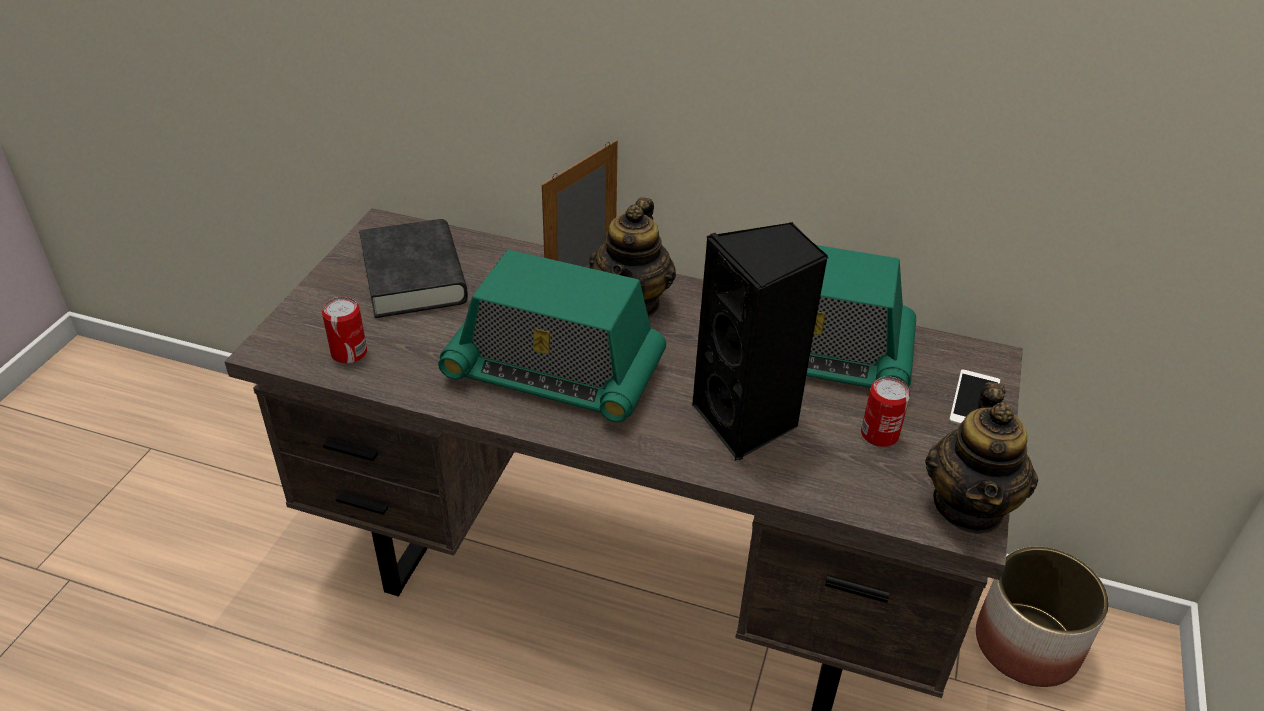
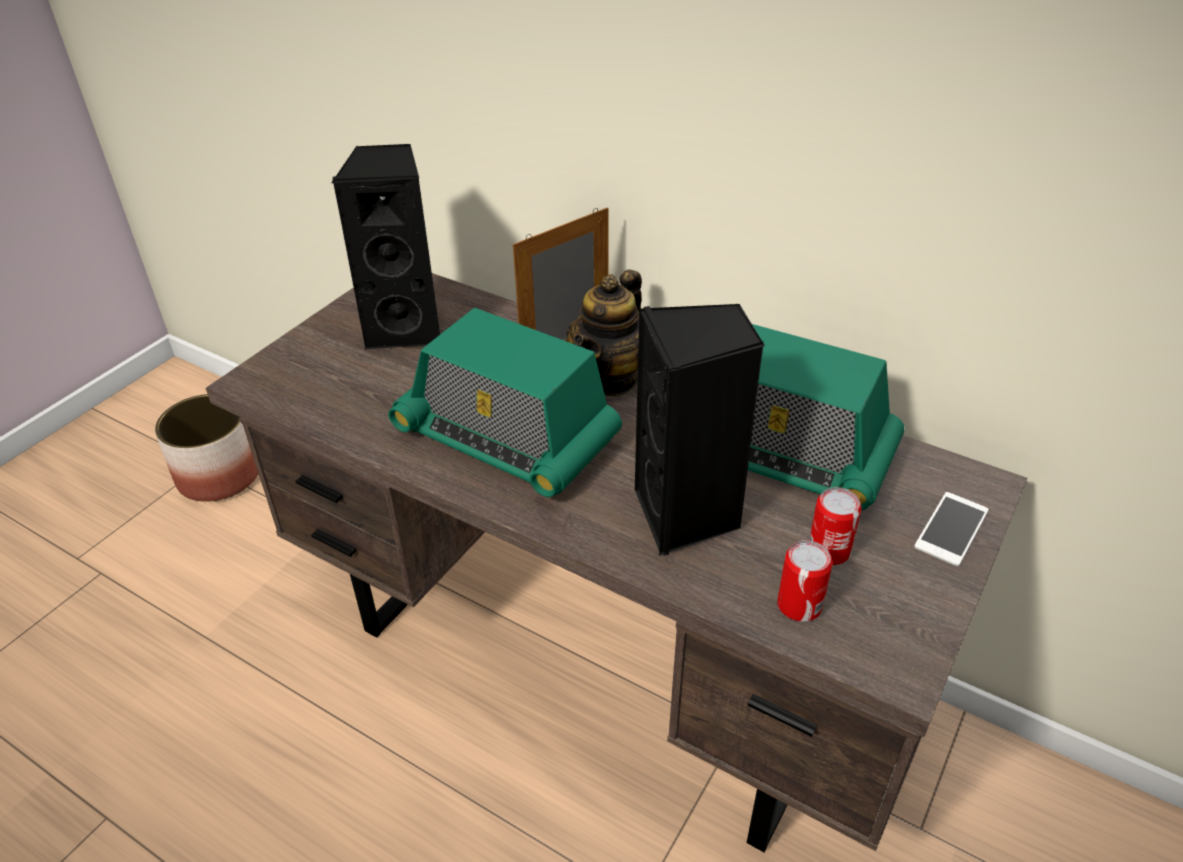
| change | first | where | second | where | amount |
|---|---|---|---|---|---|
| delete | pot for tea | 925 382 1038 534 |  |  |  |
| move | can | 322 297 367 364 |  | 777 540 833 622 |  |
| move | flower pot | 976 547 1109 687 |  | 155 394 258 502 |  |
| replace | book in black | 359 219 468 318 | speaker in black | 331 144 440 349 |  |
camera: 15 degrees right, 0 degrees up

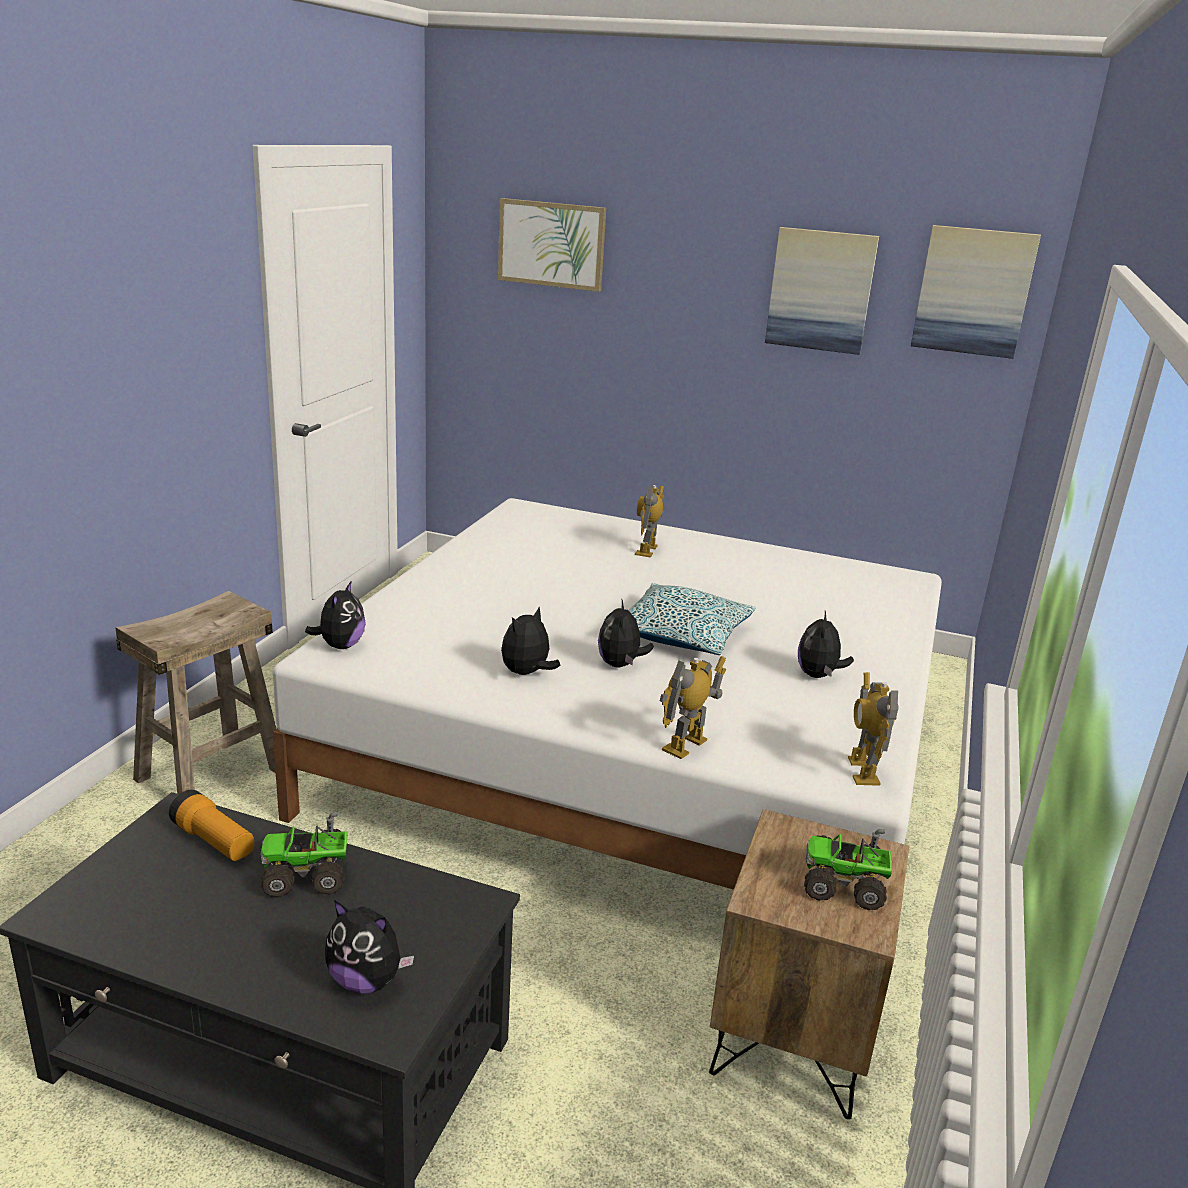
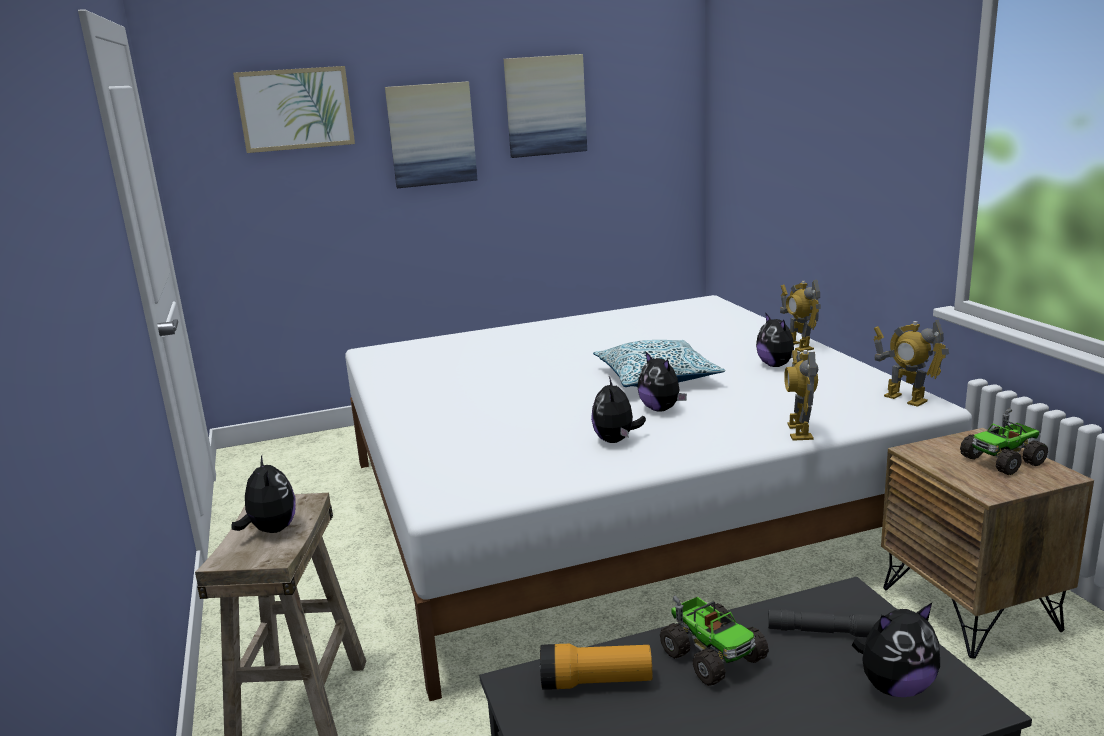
| change | first | where | second | where | amount |
|---|---|---|---|---|---|
| insert |  |  | hand torch in greyish | 768 609 885 637 |  |
| move | cuddly toy | 305 580 365 649 |  | 231 455 296 533 |  |
| move | toy robot | 635 485 664 558 |  | 780 280 821 352 |  |
| move | wall picture | 911 225 1041 359 |  | 385 81 477 188 |  |
| rotate | toy lorry | 260 812 347 898 |  | 660 596 769 686 | 75 degrees counterclockwise |
camera: 35 degrees left, 5 degrees down

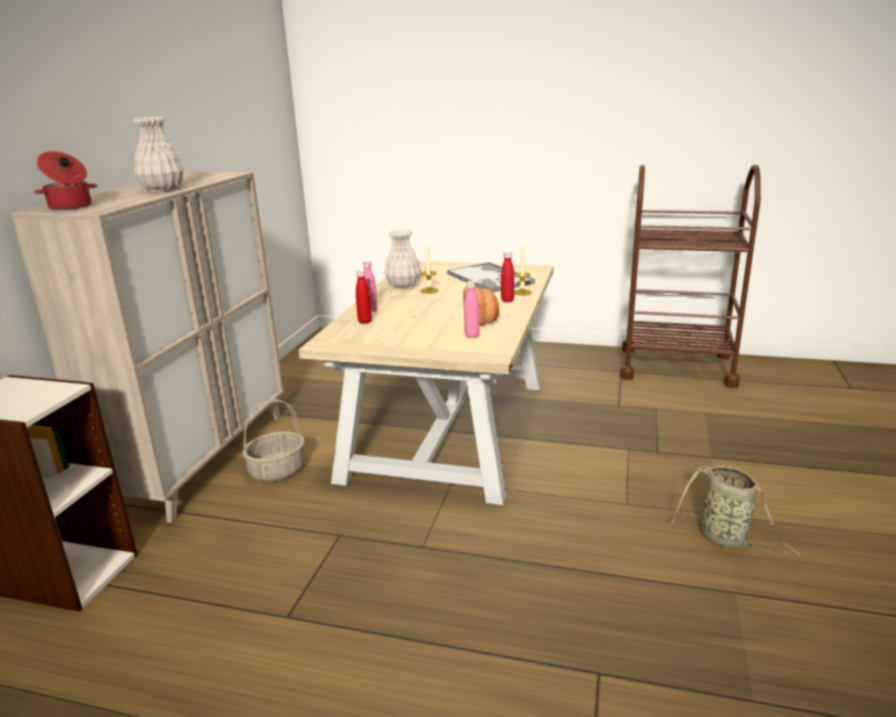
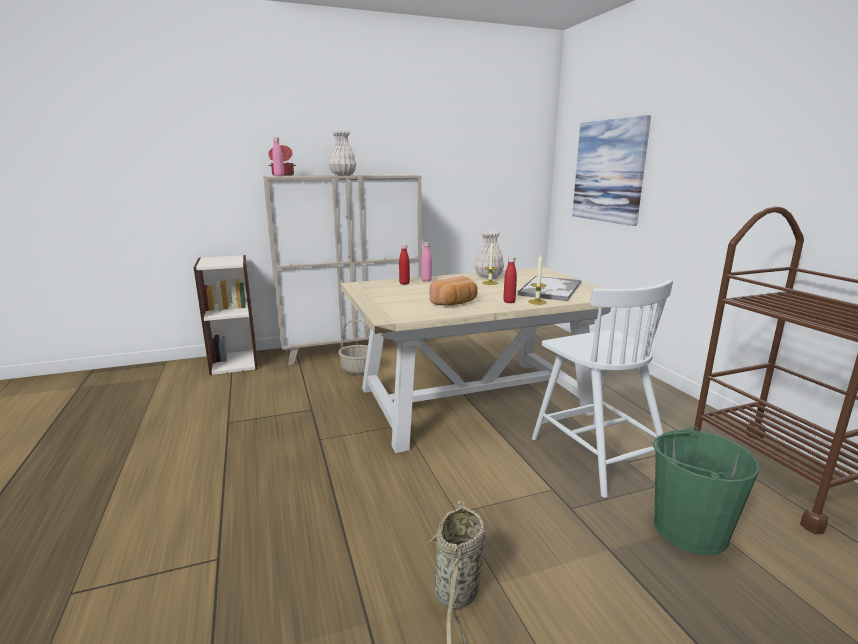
| change | first | where | second | where | amount |
|---|---|---|---|---|---|
| insert |  |  | upright chair in white | 532 279 673 498 |  |
| insert |  |  | wall picture | 572 115 651 226 |  |
| insert |  |  | water bucket in green-coloured | 653 426 760 556 |  |
| move | bottle in pinkish | 464 281 480 338 |  | 272 137 284 176 |  |
camera: 55 degrees right, 5 degrees down

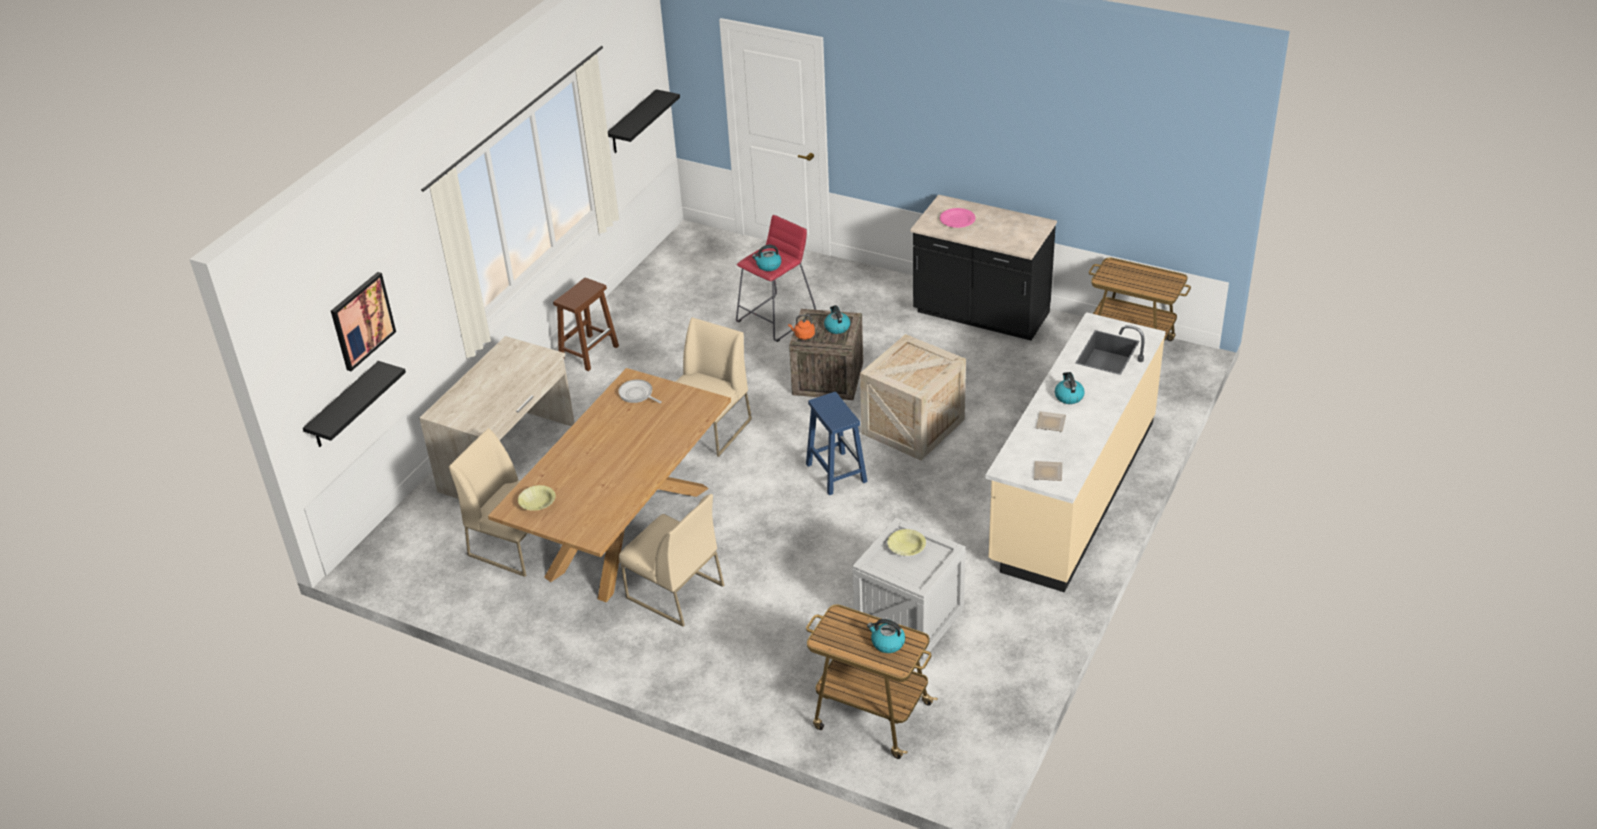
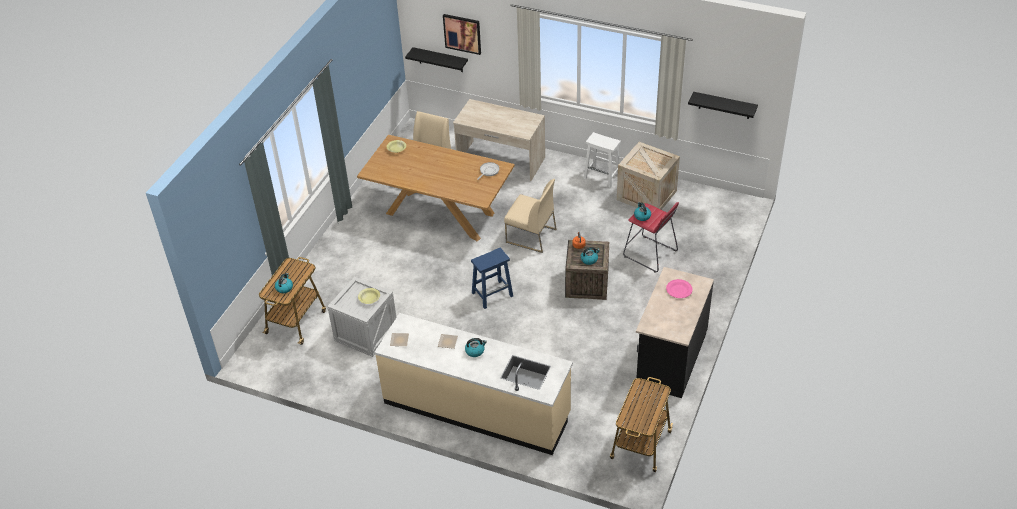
| change | first | where | second | where | amount |
|---|---|---|---|---|---|
| delete | upright chair in sand-coloured | 619 494 724 627 |  |  |  |
| move | packing crate | 860 334 966 460 |  | 617 142 680 210 |  |
| recolor | stool in brown | 553 278 619 371 | stool in white | 583 132 621 188 |  |
camera: 85 degrees right, 5 degrees up

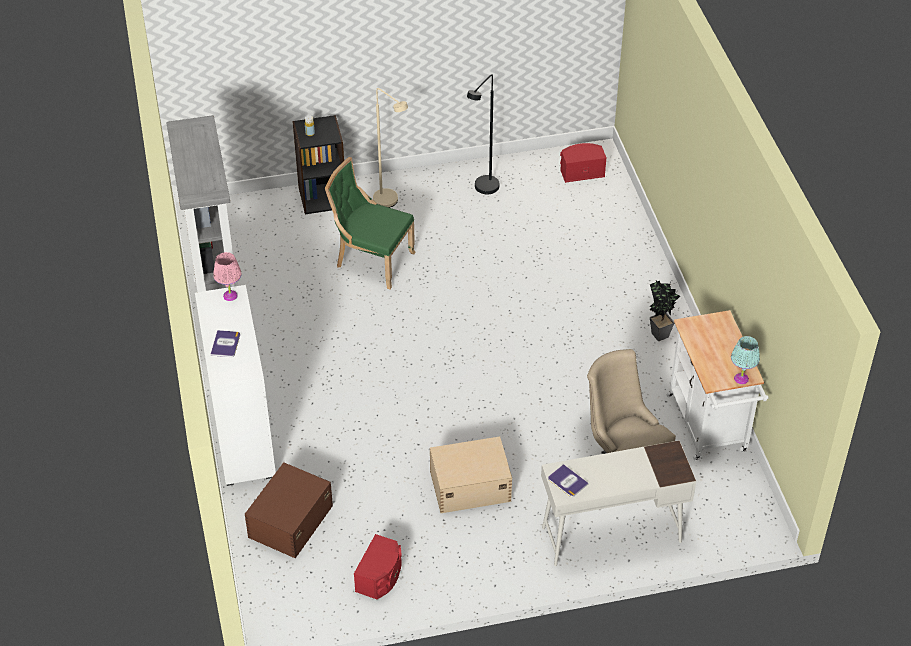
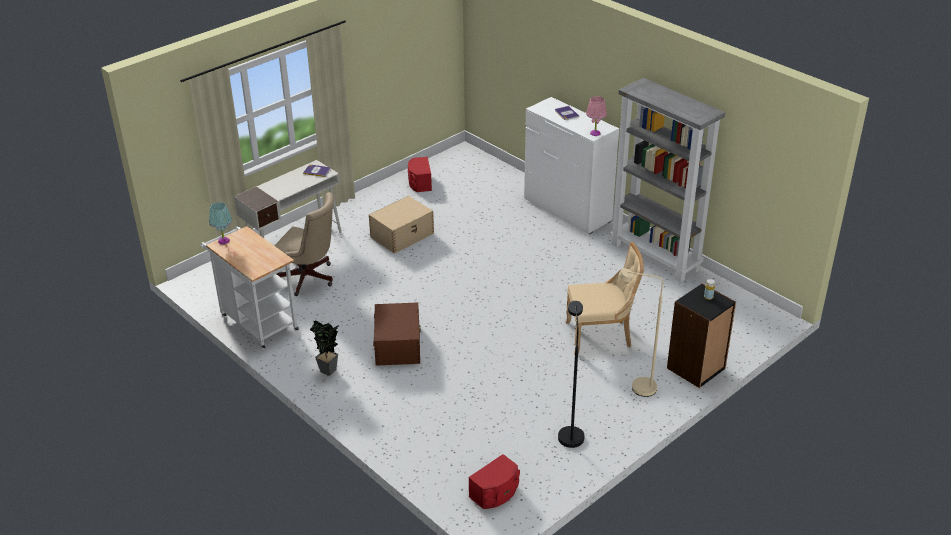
| change | first | where | second | where | amount |
|---|---|---|---|---|---|
| move | storage bin in brown | 245 462 333 558 |  | 373 302 421 366 |  |
| recolor | upright chair in green-coloured | 325 157 416 289 | upright chair in sand-coloured | 566 242 644 355 |  |
camera: 150 degrees right, 10 degrees down

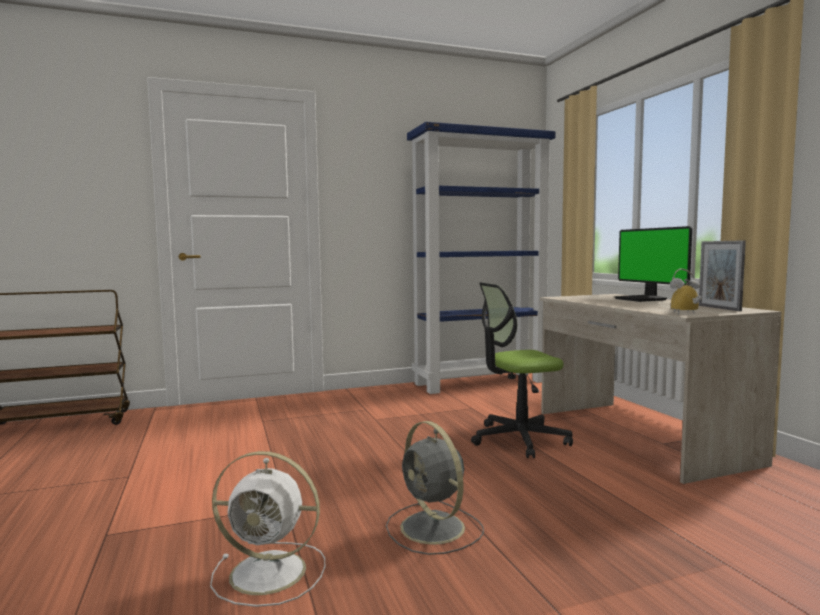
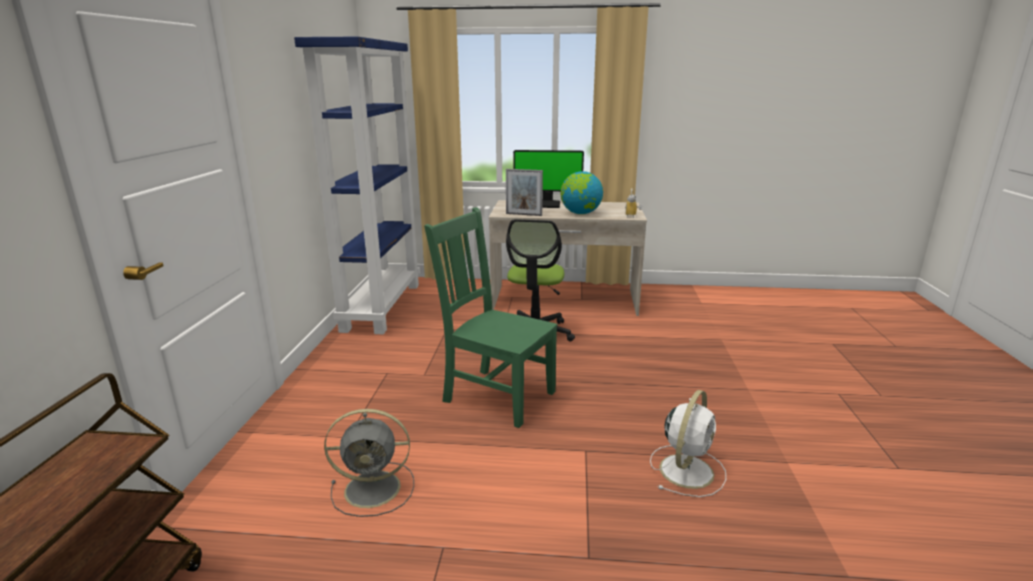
| change | first | where | second | where | amount |
|---|---|---|---|---|---|
| insert |  |  | upright chair in green-coloured | 424 207 558 428 |  |
| insert |  |  | globe | 560 171 603 214 |  |
| move | cooling fan in greyish | 386 421 484 555 |  | 324 409 414 517 |  |
| move | photo frame | 699 240 746 311 |  | 506 169 543 216 |  |
camera: 65 degrees left, 15 degrees up

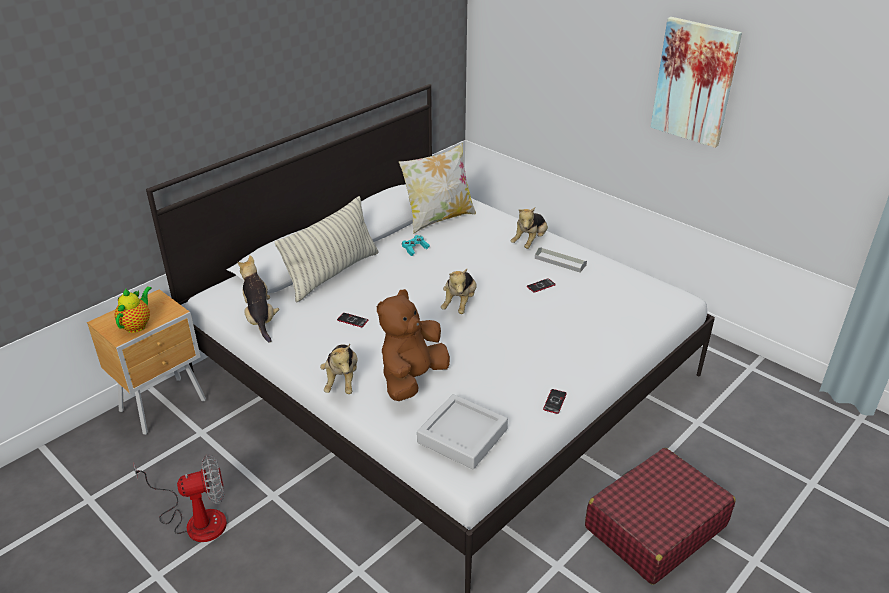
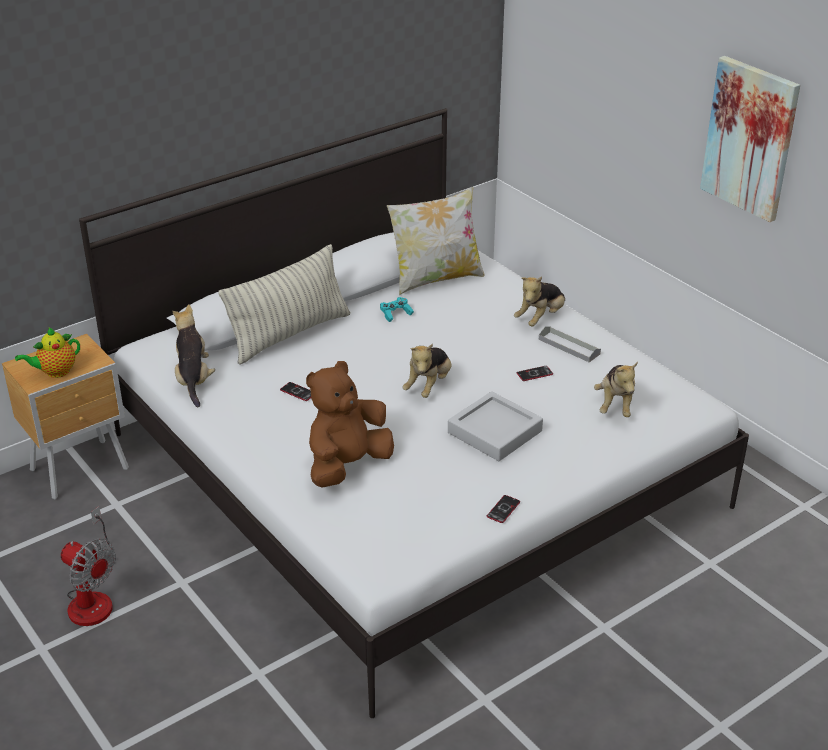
| change | first | where | second | where | amount |
|---|---|---|---|---|---|
| delete | travel case in red-coloured | 585 448 736 585 |  |  |  |
| move | cuddly toy | 320 344 358 394 |  | 594 362 638 417 |  |
| move | serving tray in greyish | 417 394 508 469 |  | 448 391 543 461 |  |
| rotate | pot for tea | 115 286 152 333 |  | 15 327 80 378 | 150 degrees counterclockwise |
| rotate | cooling fan | 134 455 227 542 |  | 61 506 116 626 | 45 degrees clockwise |
camera: 10 degrees right, 0 degrees up

